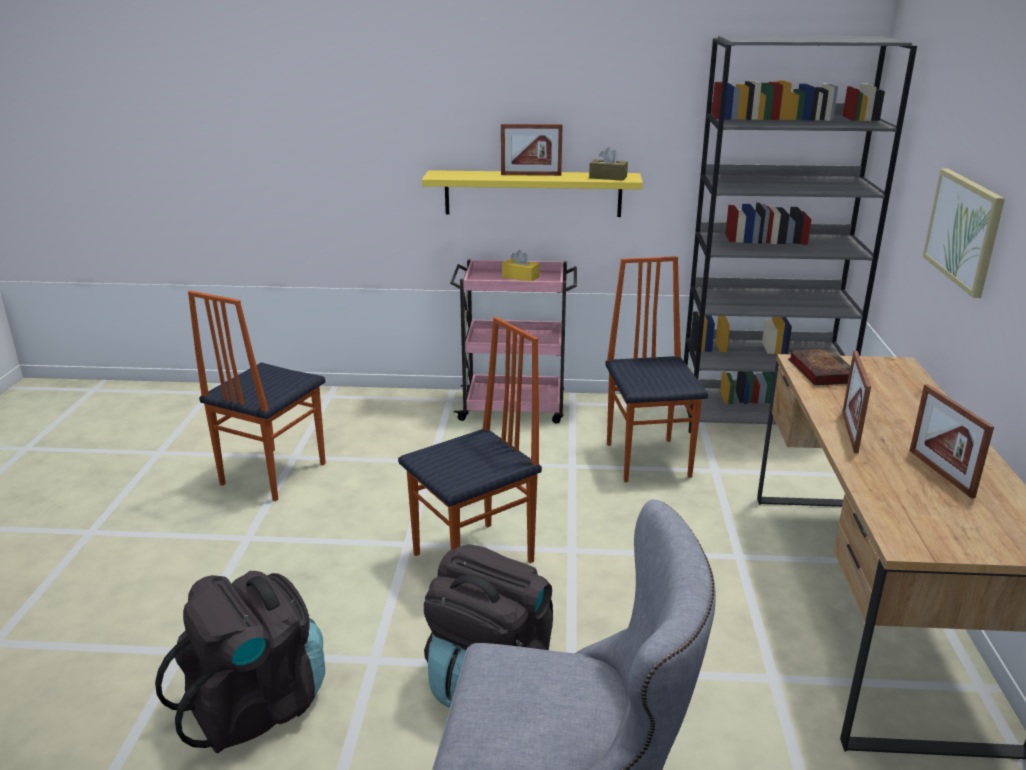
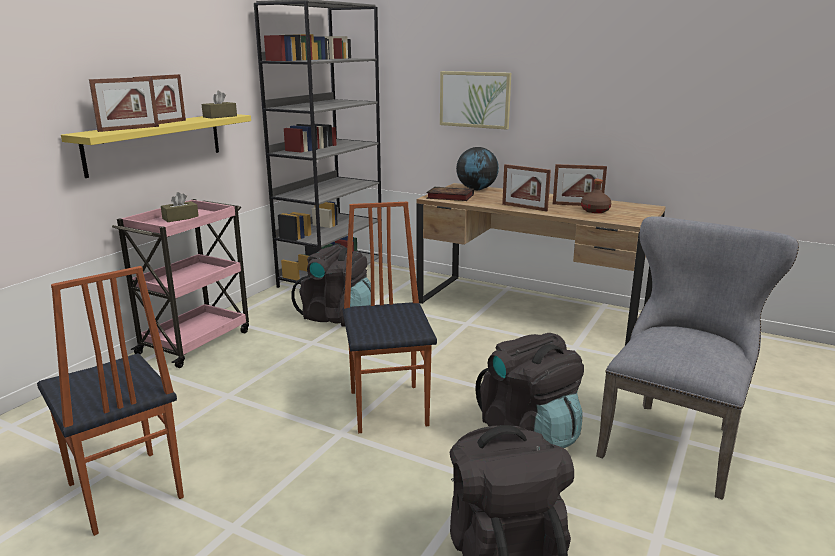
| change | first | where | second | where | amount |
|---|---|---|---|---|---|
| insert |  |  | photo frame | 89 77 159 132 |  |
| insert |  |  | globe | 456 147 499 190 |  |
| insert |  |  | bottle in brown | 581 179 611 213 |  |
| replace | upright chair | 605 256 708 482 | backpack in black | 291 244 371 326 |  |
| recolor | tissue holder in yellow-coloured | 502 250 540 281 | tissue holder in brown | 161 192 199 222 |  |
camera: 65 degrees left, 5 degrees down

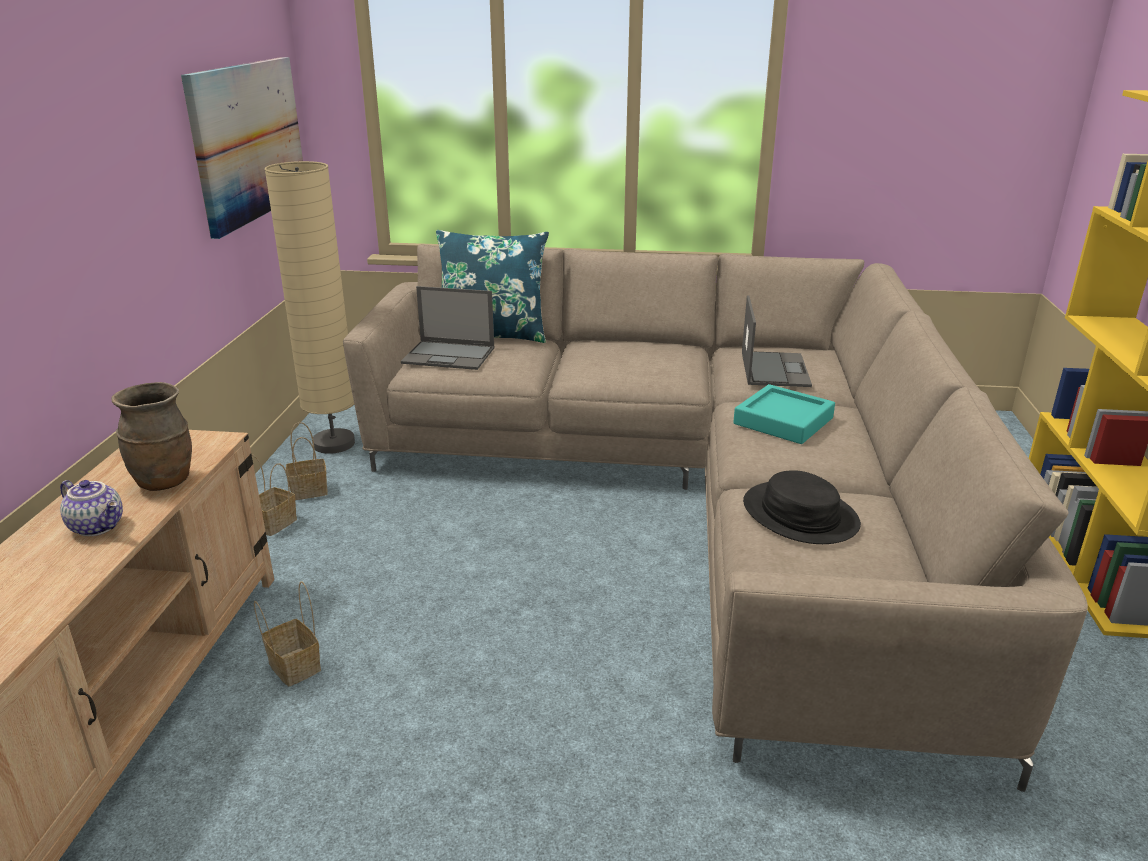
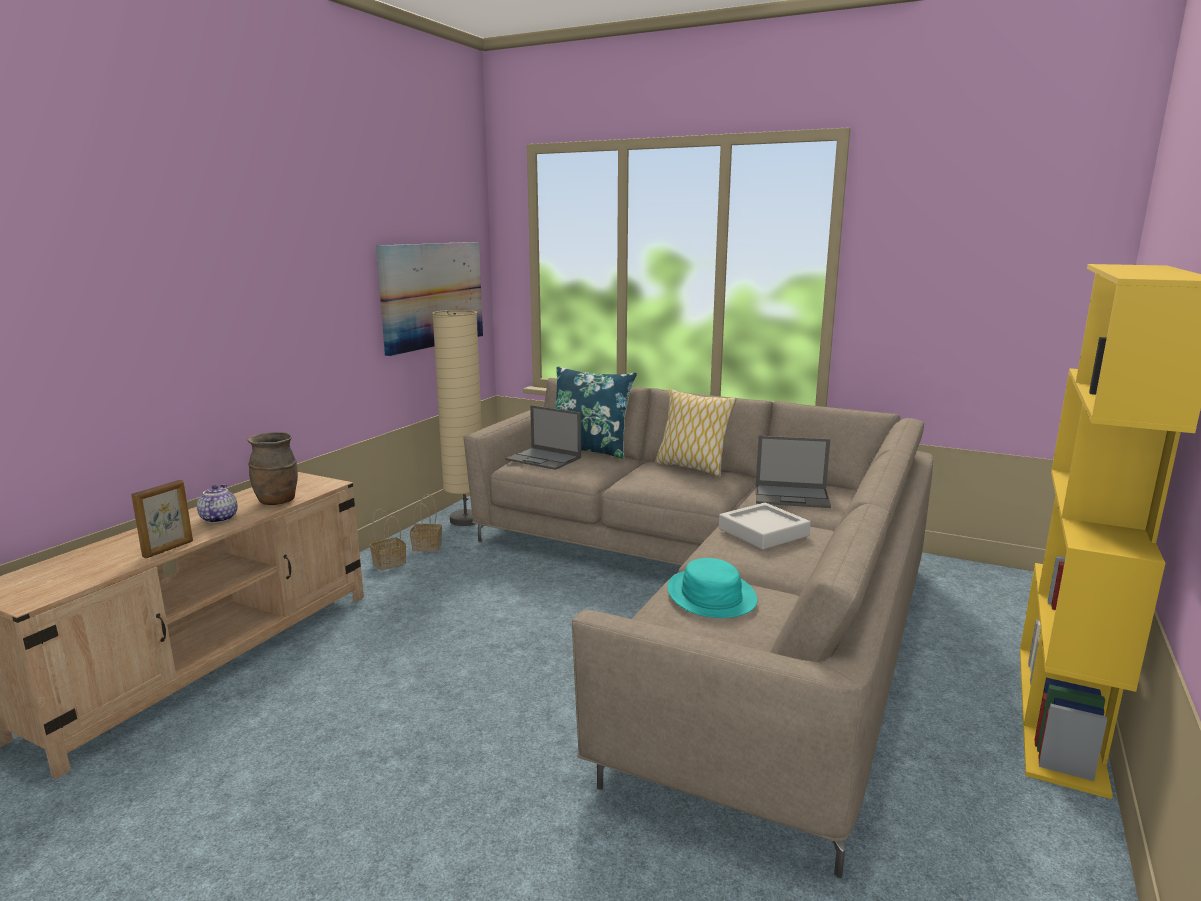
| change | first | where | second | where | amount |
|---|---|---|---|---|---|
| delete | storage basket | 254 581 321 686 |  |  |  |
| insert |  |  | photo frame | 131 480 193 558 |  |
| insert |  |  | throw pillow | 655 389 736 477 |  |
| recolor | serving tray in turquoise | 733 384 835 444 | serving tray in greyish | 719 503 811 550 |  |
| recolor | hat in black | 743 470 861 544 | hat in turquoise | 667 558 758 618 |  |
| rotate | pot for tea | 60 480 123 536 |  | 197 484 238 523 | 150 degrees counterclockwise |
| rotate | laptop | 742 295 812 387 |  | 756 436 831 508 | 75 degrees clockwise |
camera: 20 degrees right, 10 degrees down

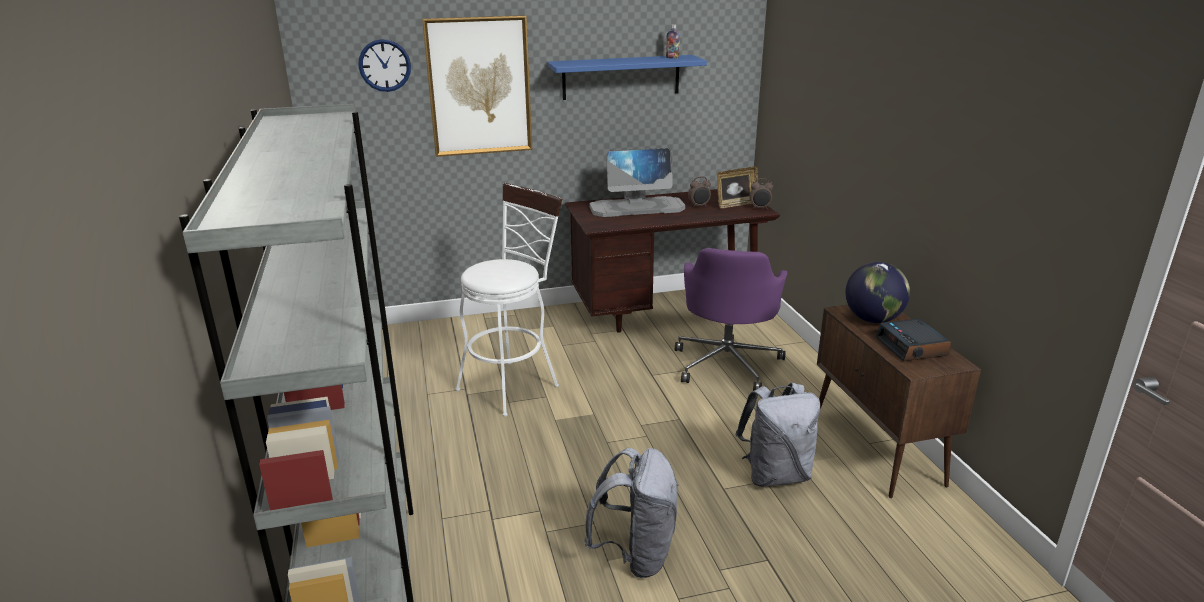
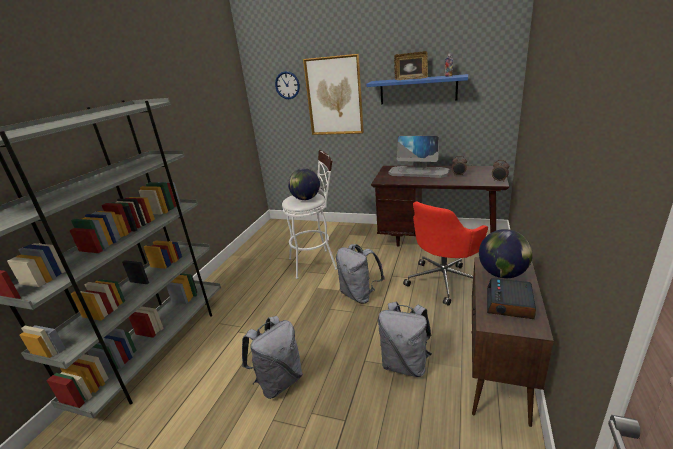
| change | first | where | second | where | amount |
|---|---|---|---|---|---|
| insert |  |  | globe | 288 168 320 200 |  |
| insert |  |  | backpack in greyish | 336 244 385 303 |  |
| move | photo frame | 717 166 758 208 |  | 394 51 428 80 |  |
| recolor | computer chair in purplish | 675 248 788 391 | computer chair in red-coloured | 403 202 488 306 |  |
camera: 35 degrees right, 0 degrees up

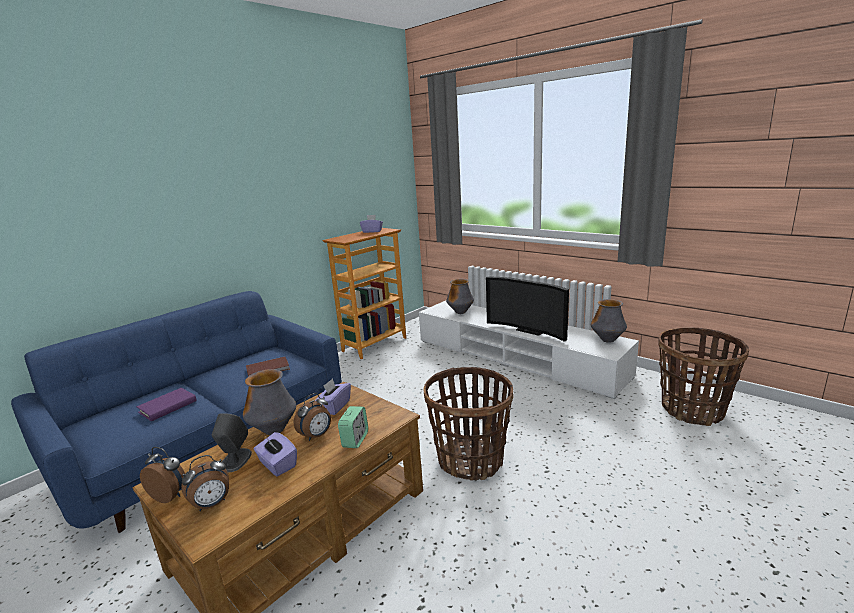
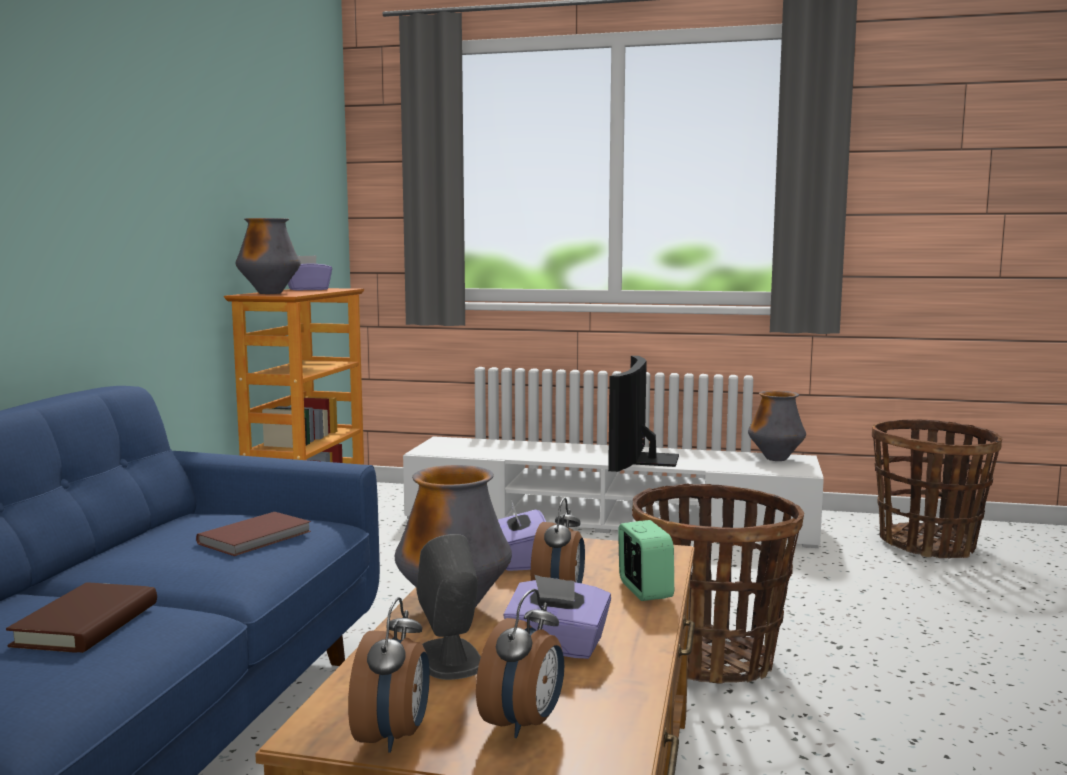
| change | first | where | second | where | amount |
|---|---|---|---|---|---|
| move | decorative vase | 446 279 474 314 |  | 236 218 301 294 |  |
| recolor | book in purplish | 137 388 197 421 | book in brown | 6 582 157 653 |  |
| rotate | alarm clock | 140 447 185 503 |  | 348 597 430 753 | 105 degrees clockwise |
| rotate | television | 486 276 569 342 |  | 608 356 679 472 | 90 degrees clockwise |
camera: 30 degrees left, 10 degrees down

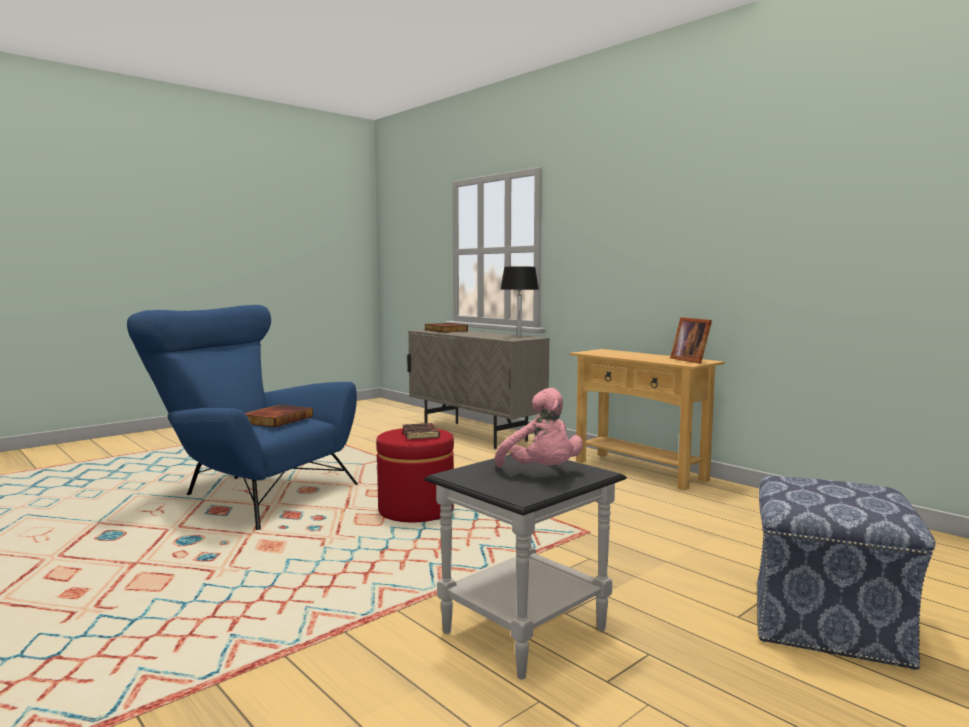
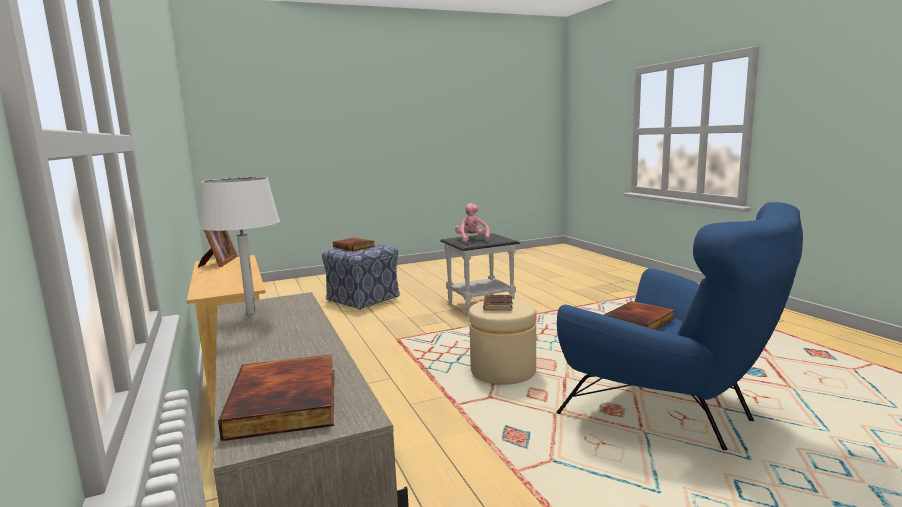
| change | first | where | second | where | amount |
|---|---|---|---|---|---|
| insert |  |  | book | 333 237 375 251 |  |
| recolor | pouffe in red-coloured | 376 428 454 522 | pouffe in sand-coloured | 469 299 537 385 |  |
| recolor | lamp for a table in black | 501 267 539 337 | lamp for a table in white | 199 177 280 315 |  |
camera: 160 degrees left, 5 degrees up

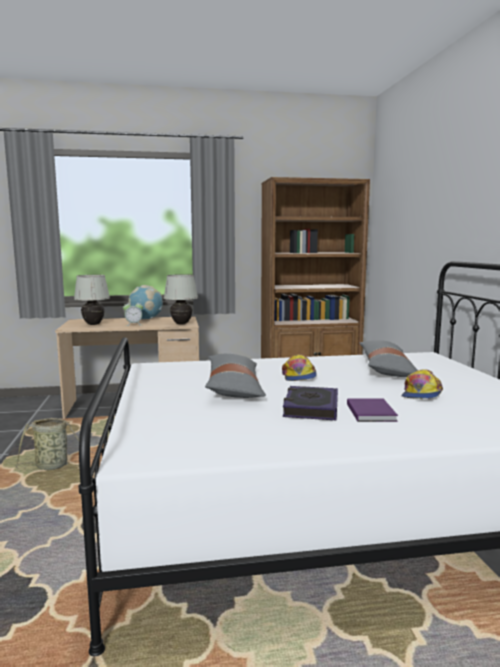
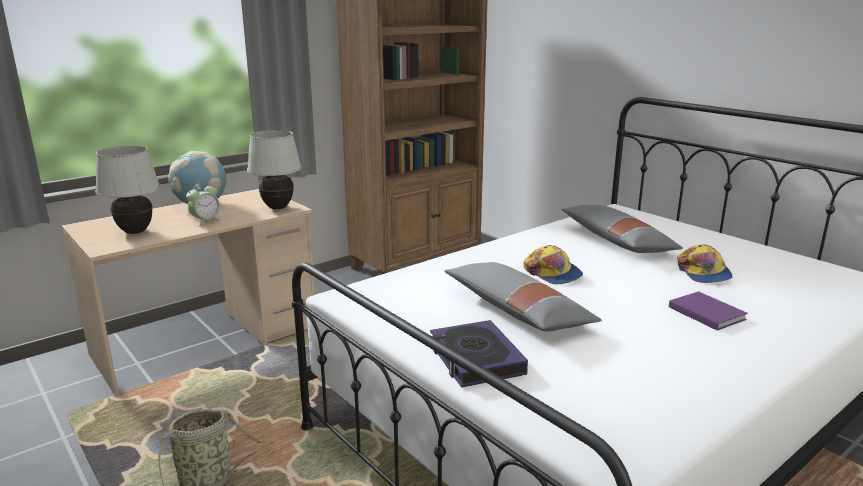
| change | first | where | second | where | amount |
|---|---|---|---|---|---|
| move | book | 283 386 338 421 |  | 430 320 528 388 |  |
camera: 30 degrees left, 10 degrees up

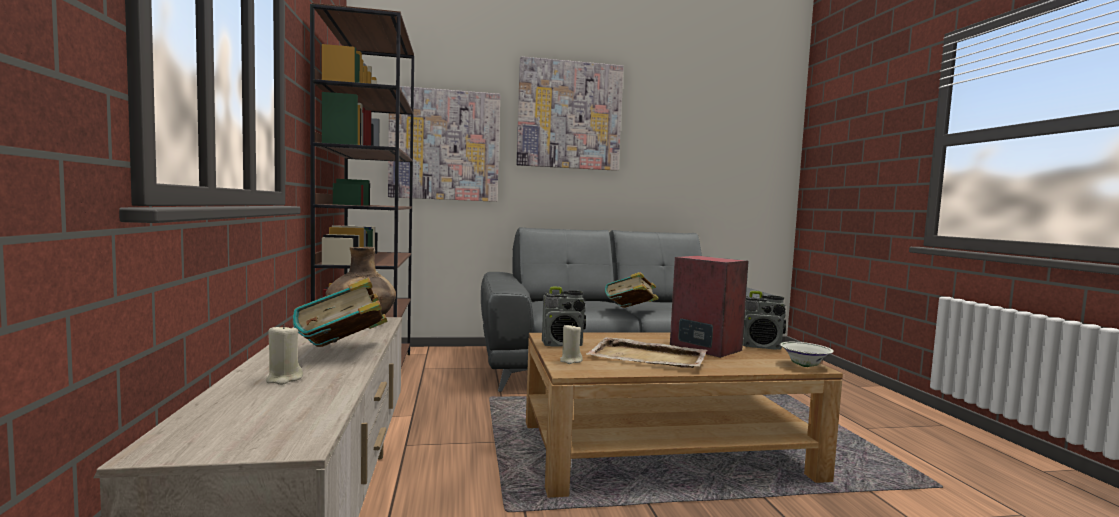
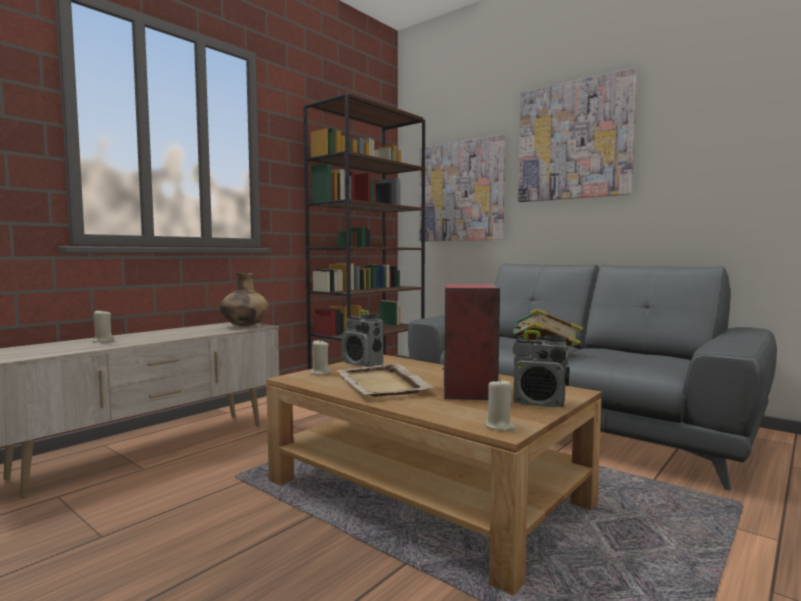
| change | first | where | second | where | amount |
|---|---|---|---|---|---|
| delete | book | 293 278 387 347 |  |  |  |
| replace | bowl in white | 780 342 834 367 | wax candle in sand-coloured | 485 378 515 431 |  |
| rotate | radio receiver | 743 291 786 350 |  | 513 330 570 407 | 45 degrees counterclockwise |
camera: 50 degrees right, 0 degrees up

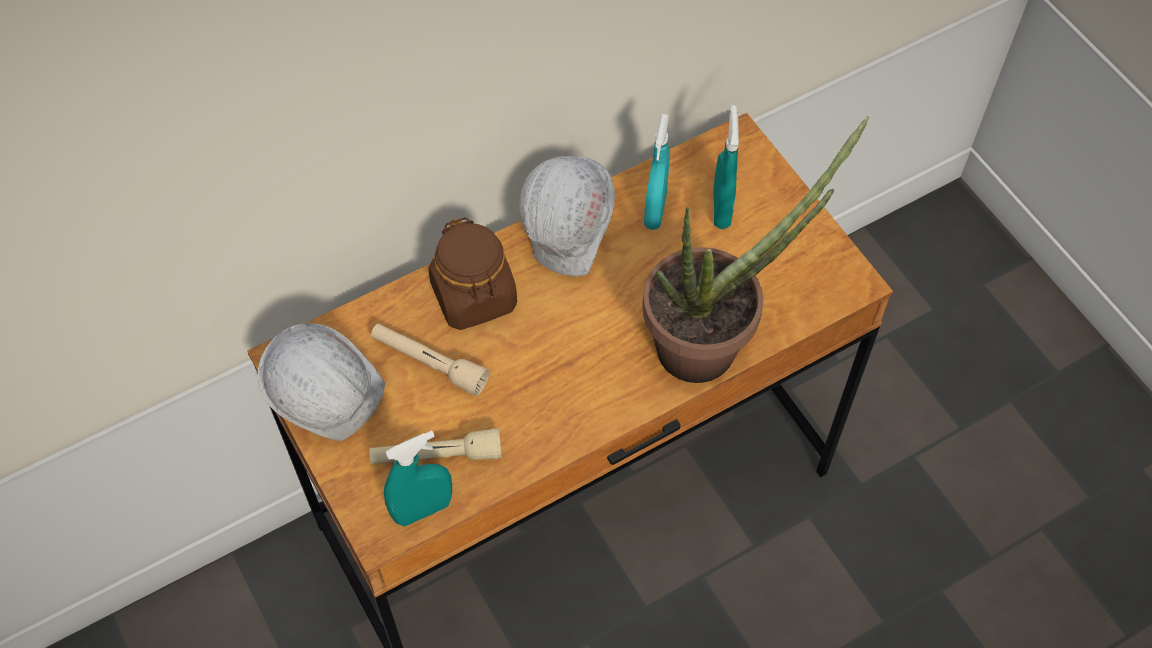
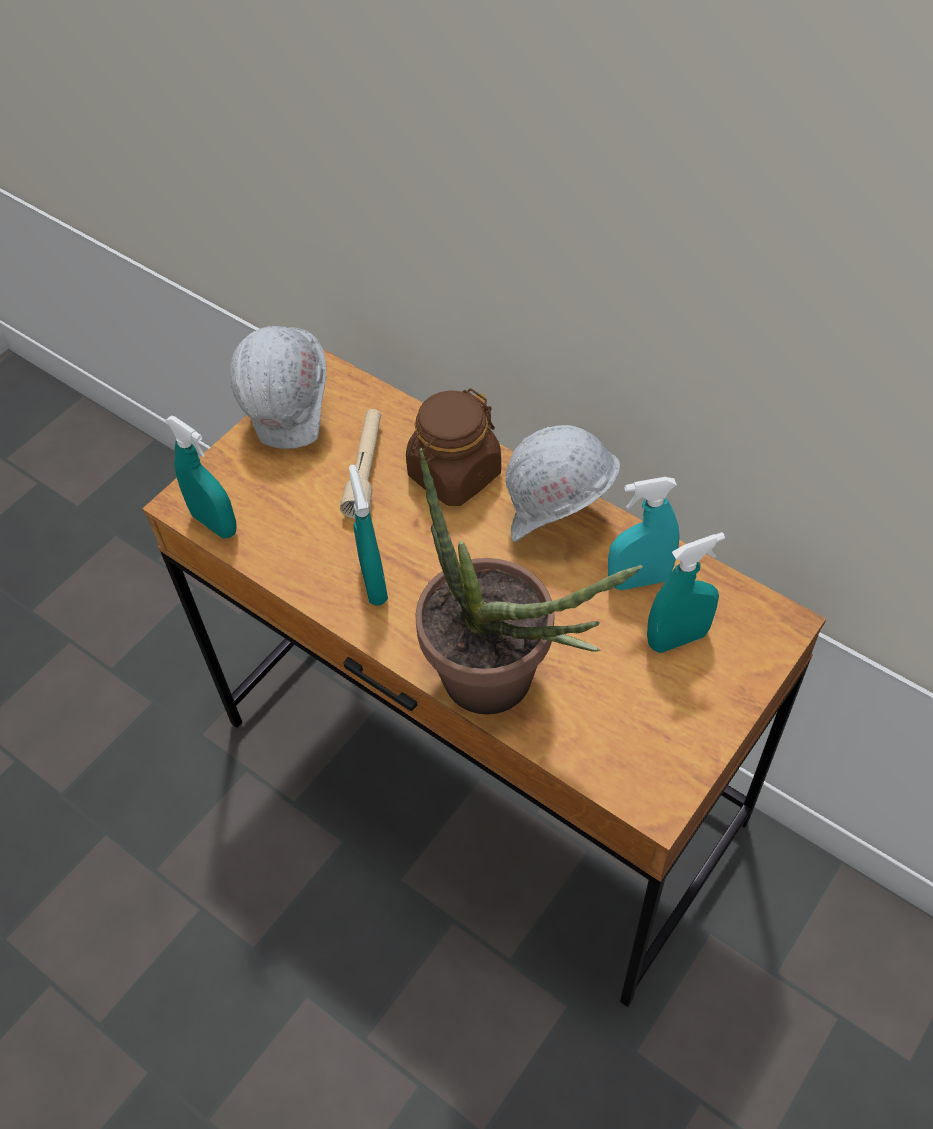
| change | first | where | second | where | amount |
|---|---|---|---|---|---|
| delete | hand torch in sand-coloured | 369 428 502 464 |  |  |  |
| insert |  |  | spray bottle in turquoise | 349 465 388 606 |  |
camera: 70 degrees right, 5 degrees down

